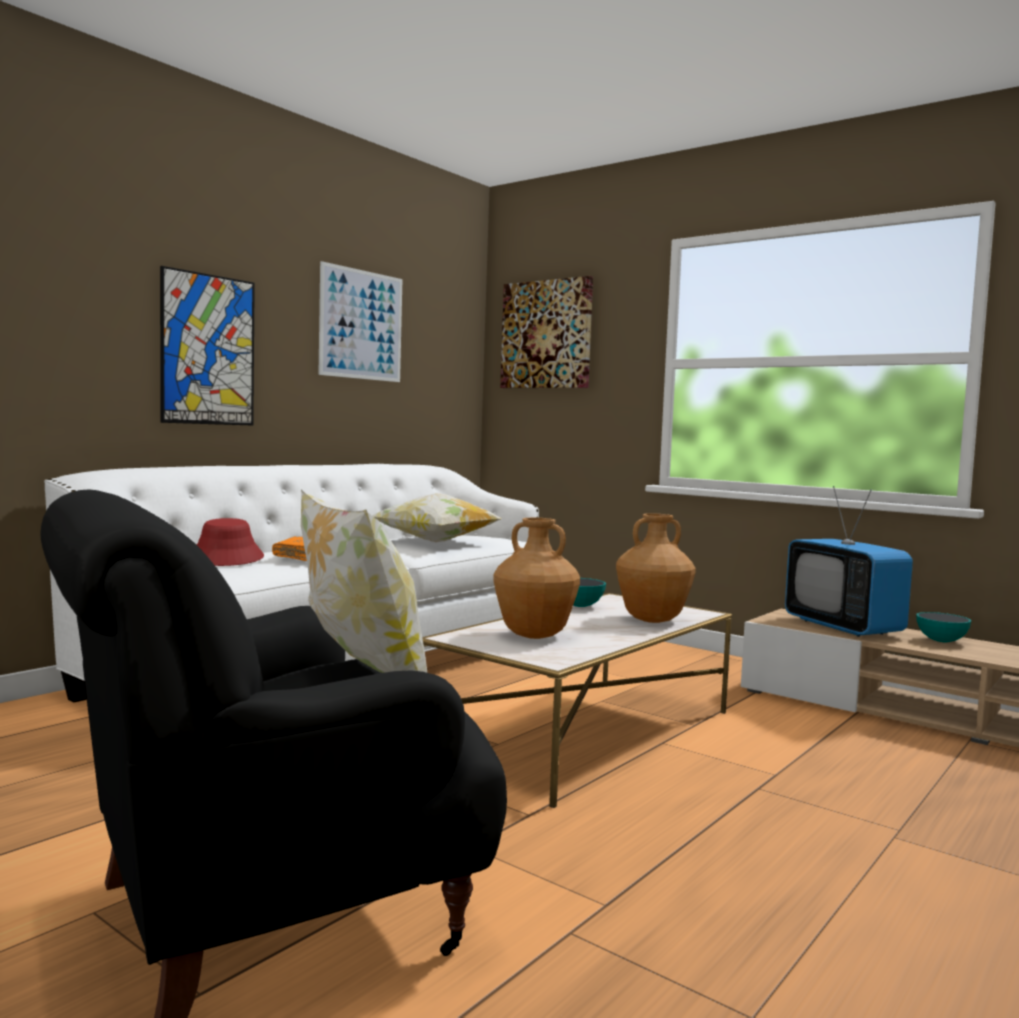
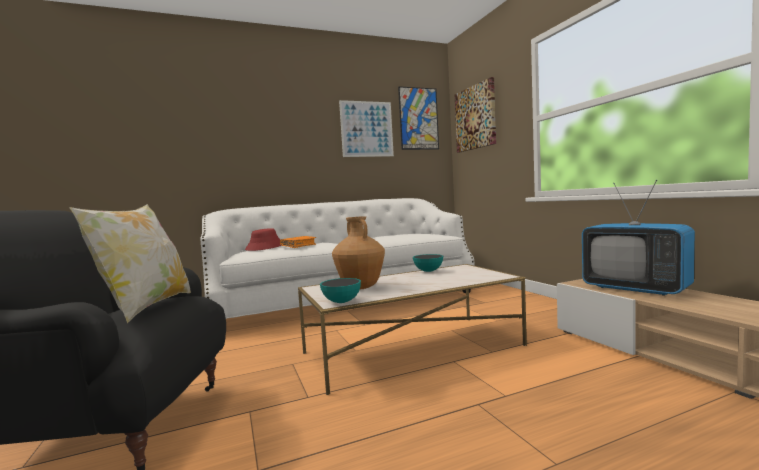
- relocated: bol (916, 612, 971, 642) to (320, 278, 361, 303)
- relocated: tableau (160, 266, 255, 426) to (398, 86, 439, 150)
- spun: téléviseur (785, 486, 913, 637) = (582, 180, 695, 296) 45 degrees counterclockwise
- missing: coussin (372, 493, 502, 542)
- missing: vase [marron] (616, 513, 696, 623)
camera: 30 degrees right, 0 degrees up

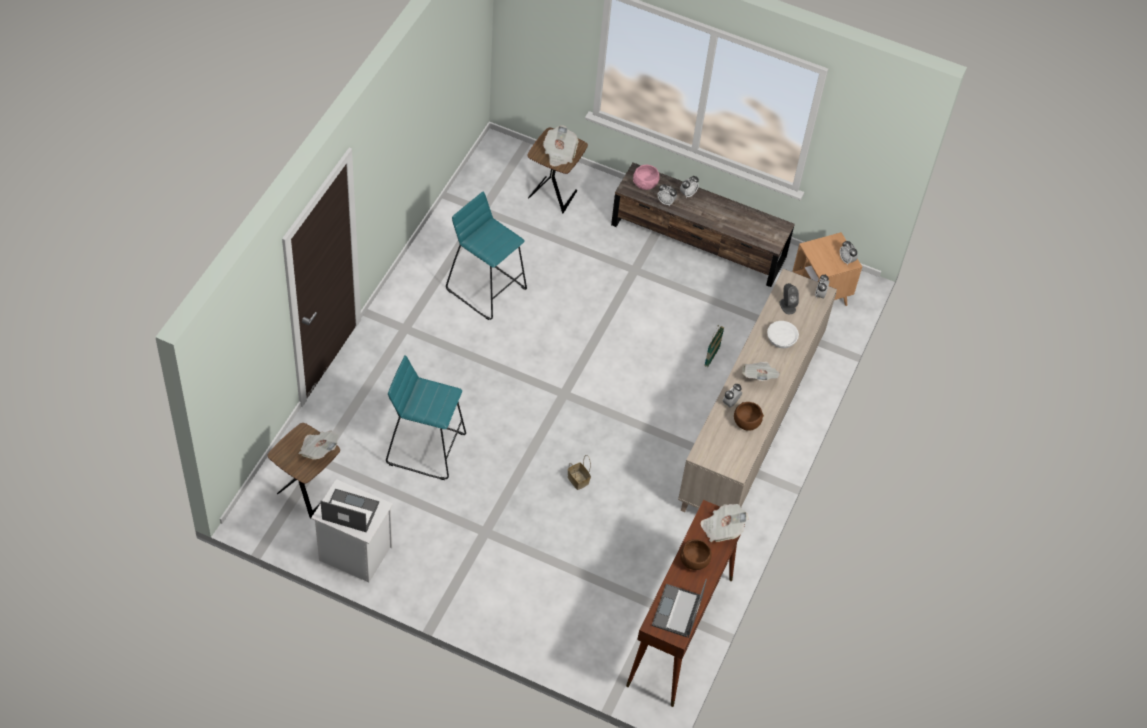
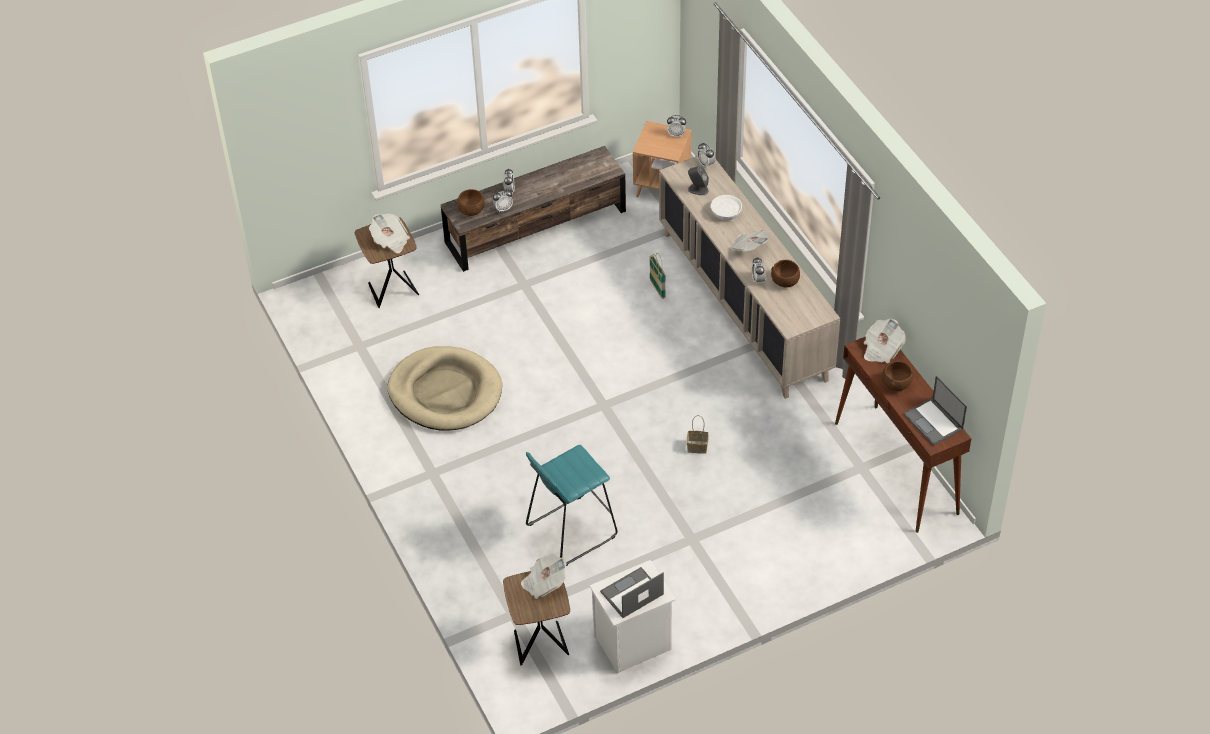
- exchanged: tabouret [turquoise] (446, 192, 527, 320) to panier pour chien [beige] (387, 346, 502, 431)
- colour: bol [rose] (633, 165, 660, 190) to bol [marron] (457, 189, 484, 216)
camera: 45 degrees left, 5 degrees down

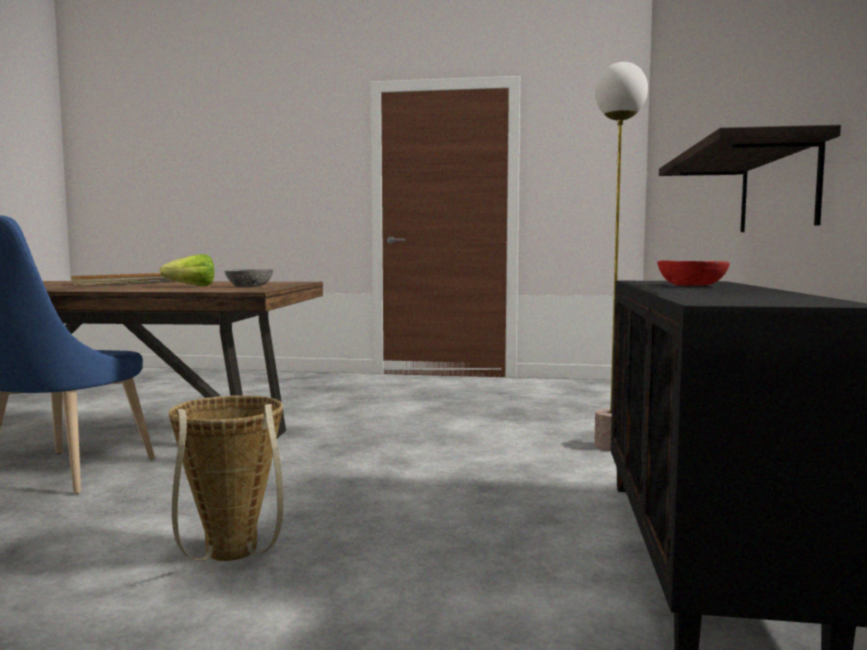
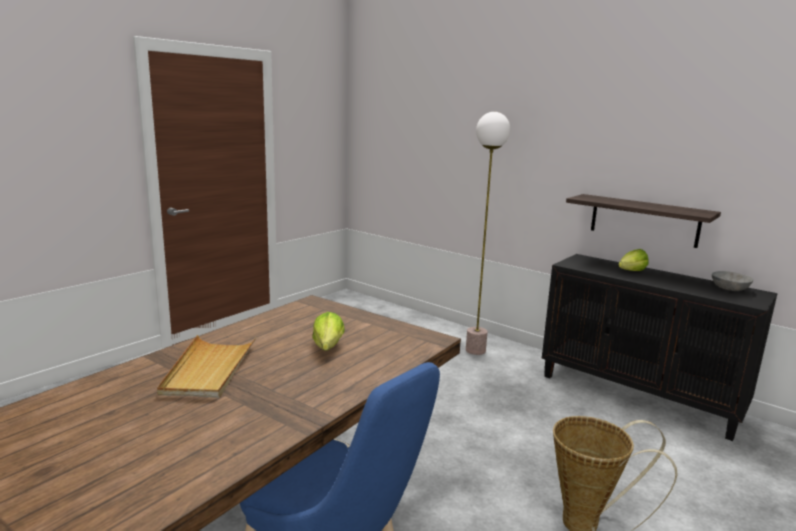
- exchanged: bol [rouge] (657, 261, 730, 286) to laitue (619, 249, 649, 271)
- relocated: bol [gris] (224, 269, 273, 287) to (712, 271, 753, 291)
camera: 60 degrees left, 10 degrees up

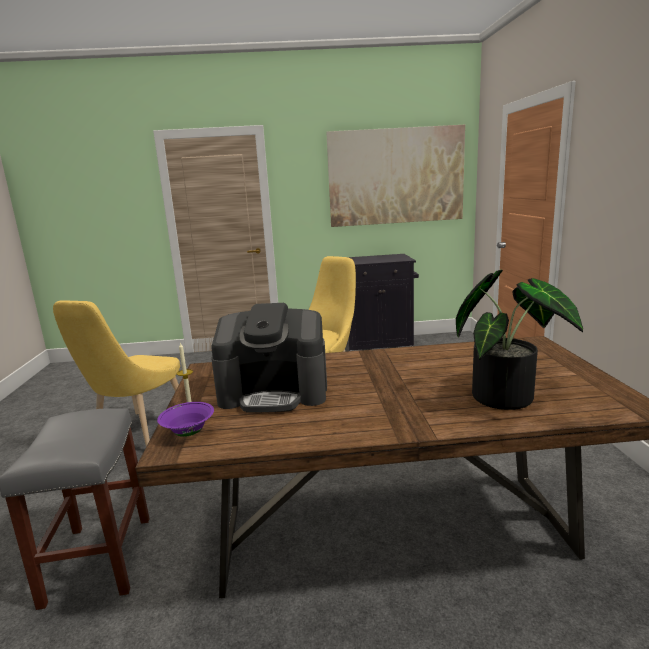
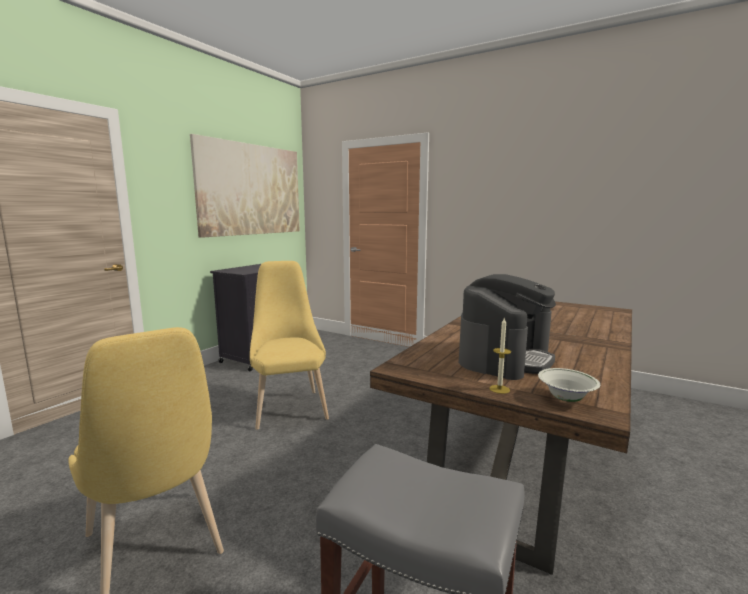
- colour: bol [violet] (157, 402, 214, 437) to bol [blanc] (538, 368, 600, 402)
- missing: plante en pot (456, 270, 583, 410)
camera: 55 degrees left, 5 degrees down

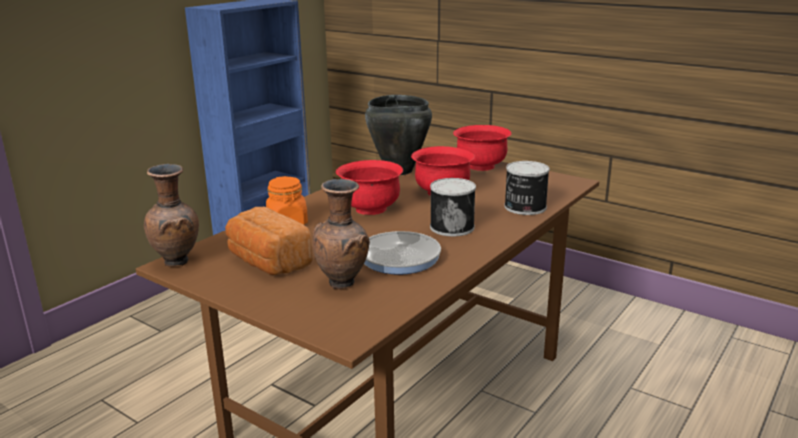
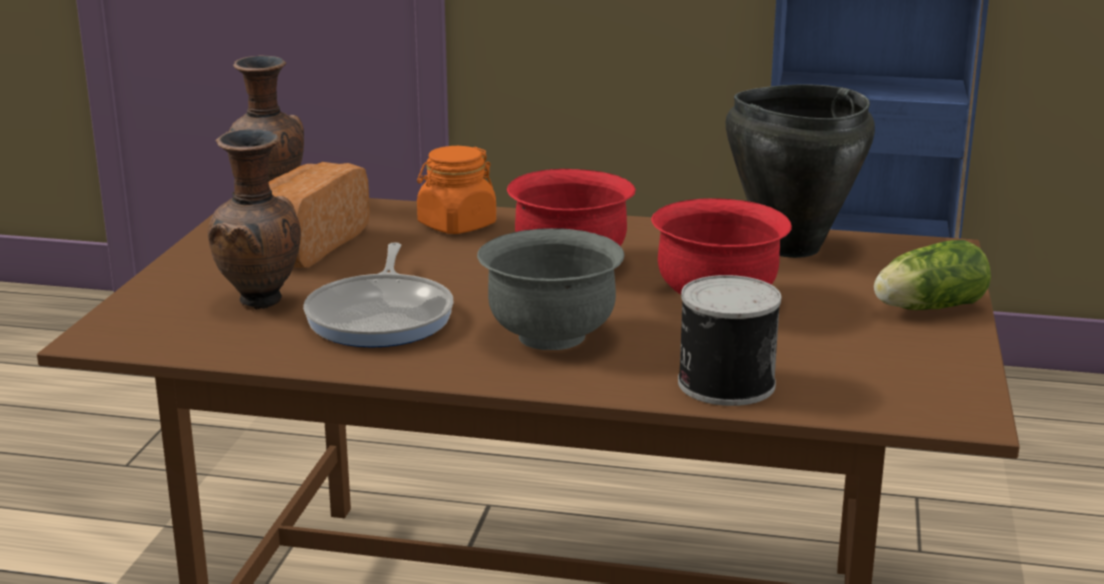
- exchanged: boîte métallique (430, 178, 476, 236) to bol [gris] (477, 228, 624, 350)
- exchanged: bol [rouge] (453, 125, 512, 171) to laitue (874, 240, 991, 310)
camera: 65 degrees right, 0 degrees up

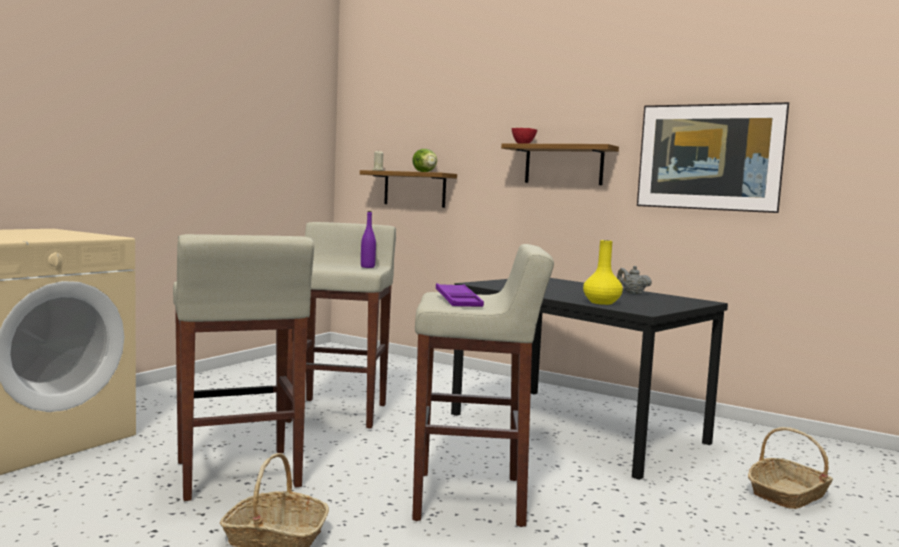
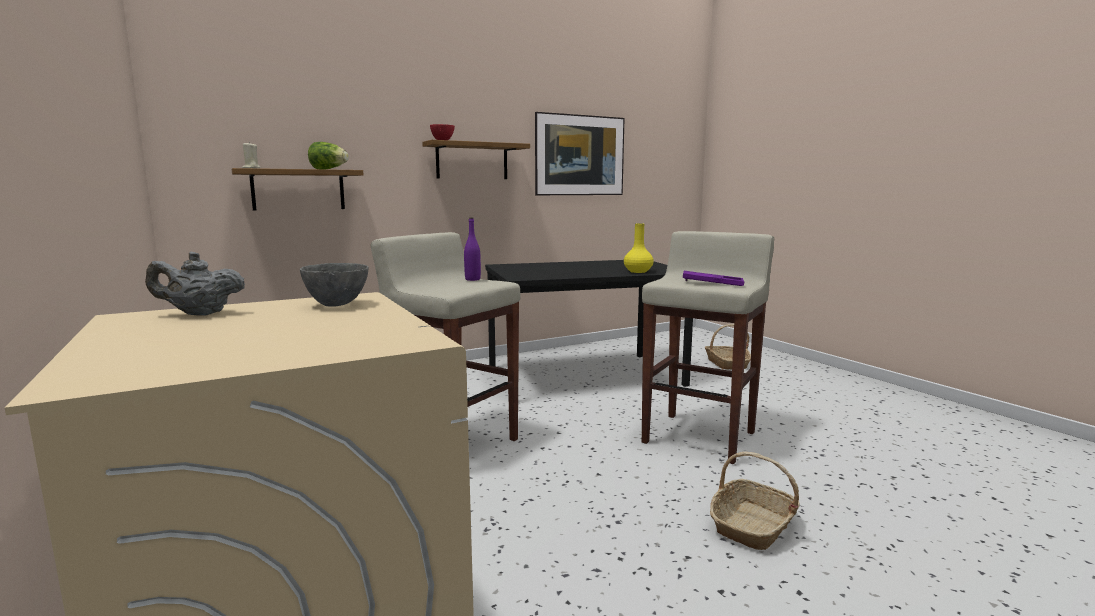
- relocated: théière [gris] (617, 266, 652, 294) to (145, 252, 245, 316)
- appeared: bol [gris] (300, 263, 368, 306)
- missing: tabouret [beige] (173, 234, 314, 501)
camera: 60 degrees left, 5 degrees up

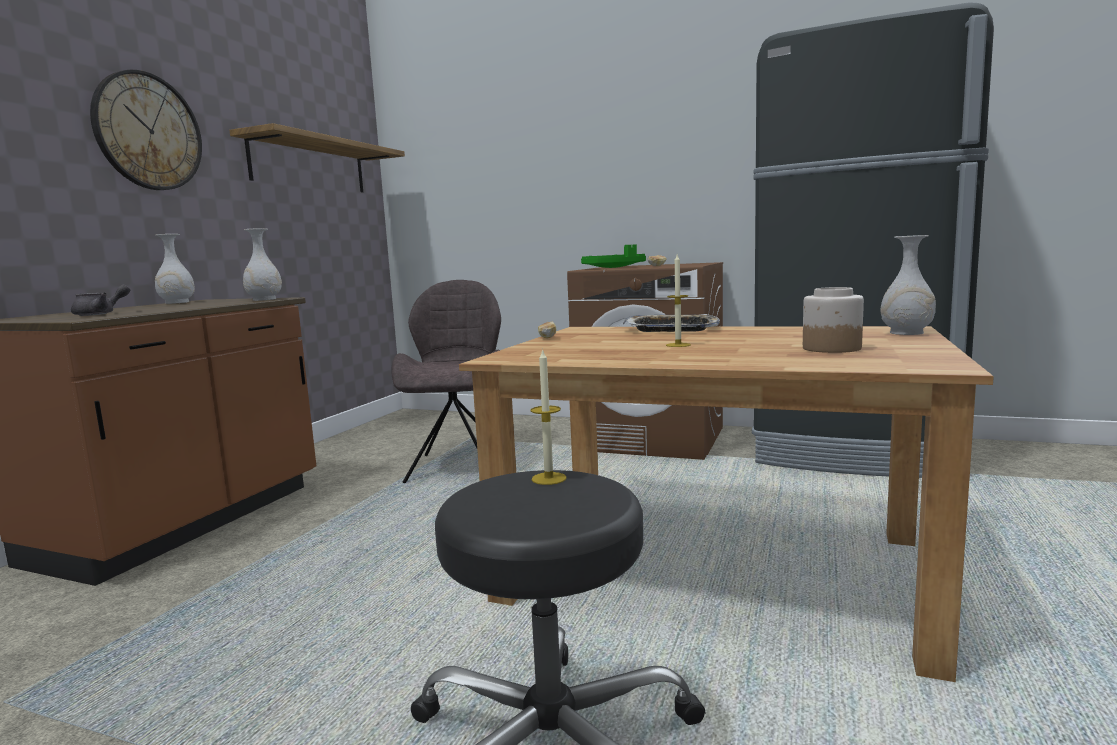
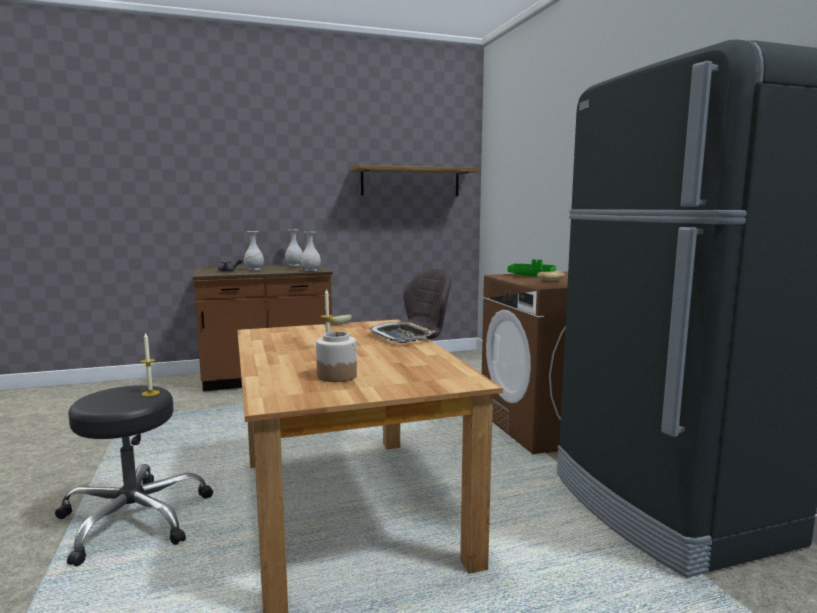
- relocated: vase [blanc] (880, 235, 936, 335) to (244, 231, 264, 270)
- missing: horloge murale (90, 70, 202, 190)
camera: 50 degrees right, 0 degrees up

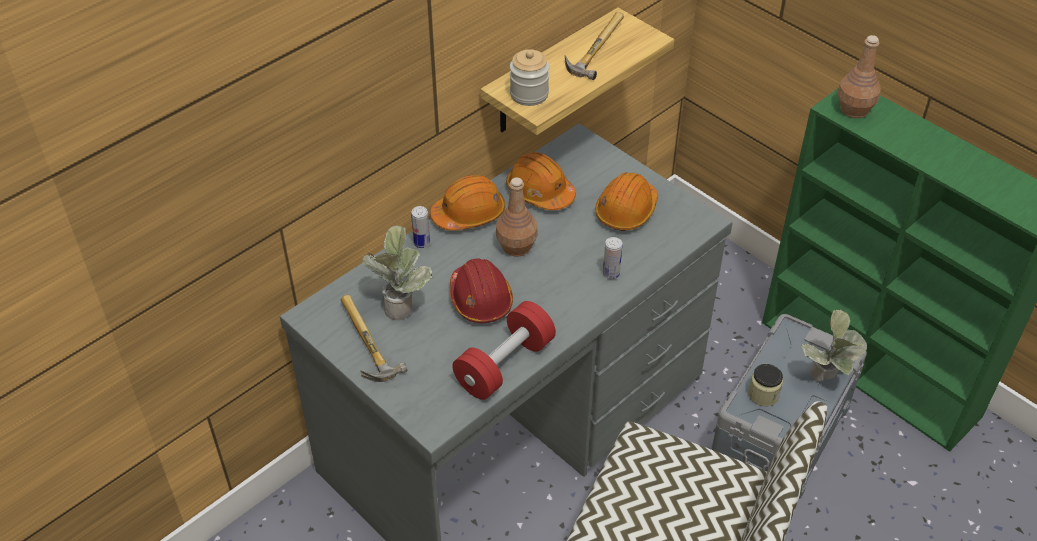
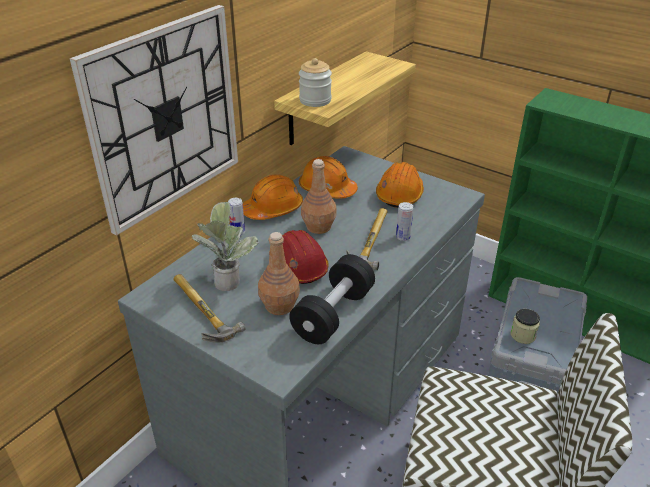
- appeared: horloge murale (70, 5, 238, 235)
- relocated: bouteille [marron] (838, 35, 881, 118) to (258, 232, 300, 315)
- colour: haltère [rouge] (452, 301, 556, 400) to haltère [noir] (289, 254, 375, 344)
- relocated: marteau (565, 12, 624, 80) to (346, 208, 388, 270)
- missing: plante en pot (801, 310, 867, 381)
camera: 10 degrees left, 10 degrees down

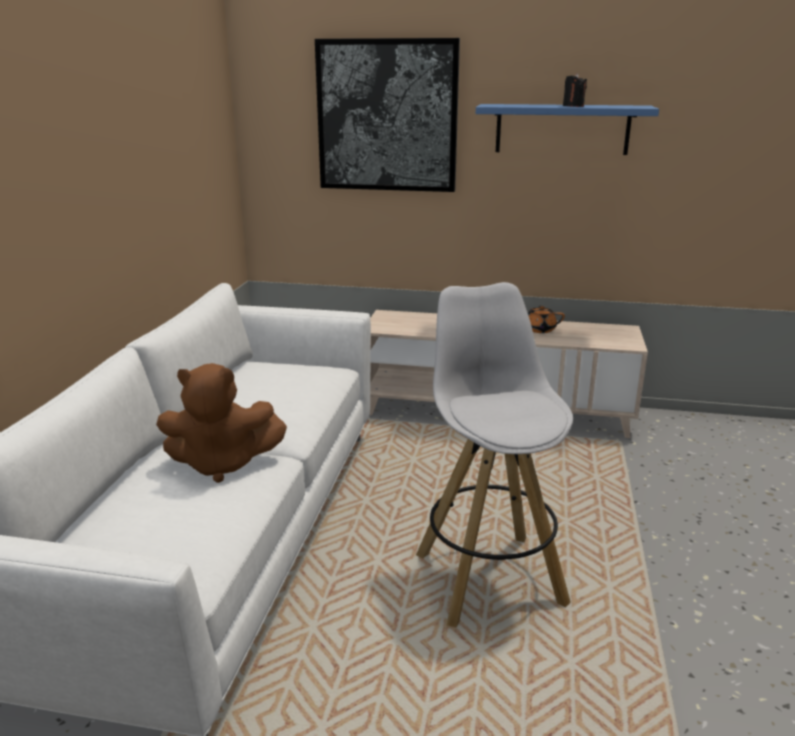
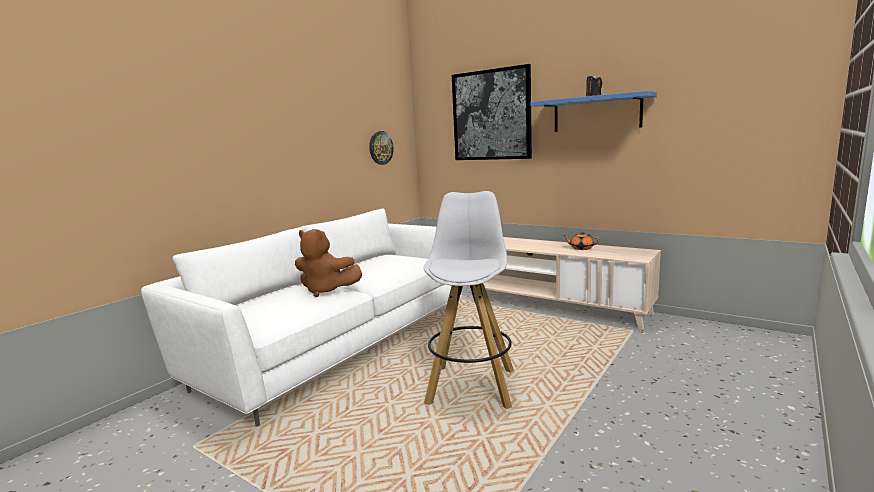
- appeared: horloge murale (369, 131, 394, 165)
camera: 25 degrees right, 10 degrees down

